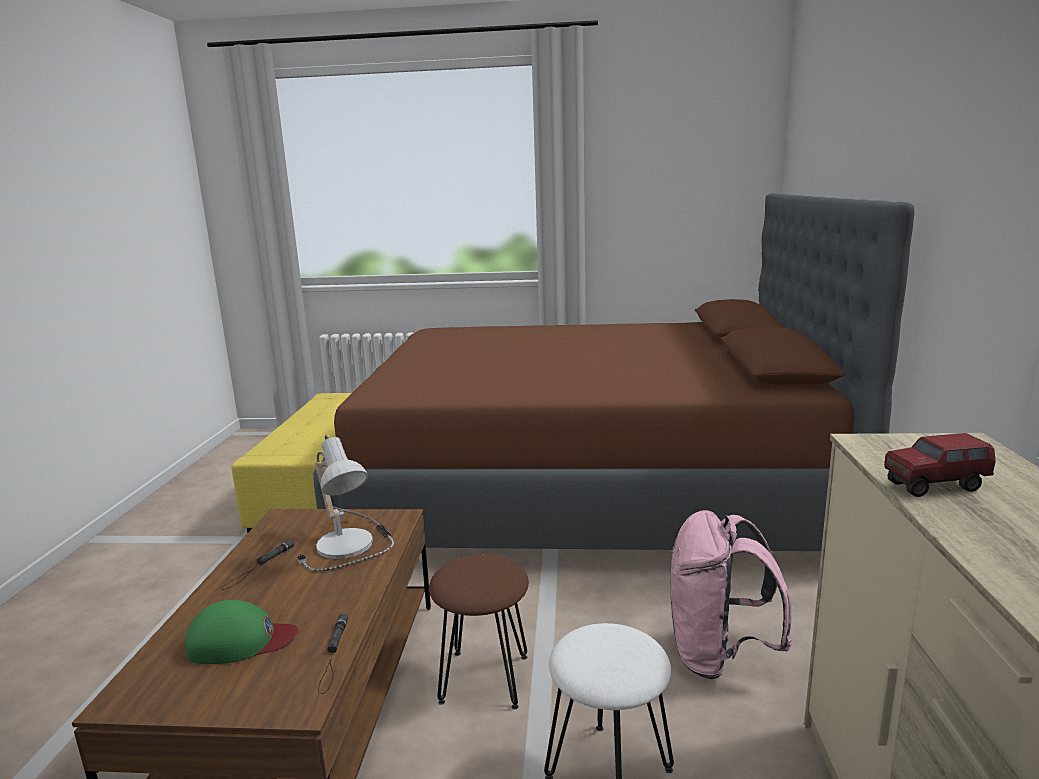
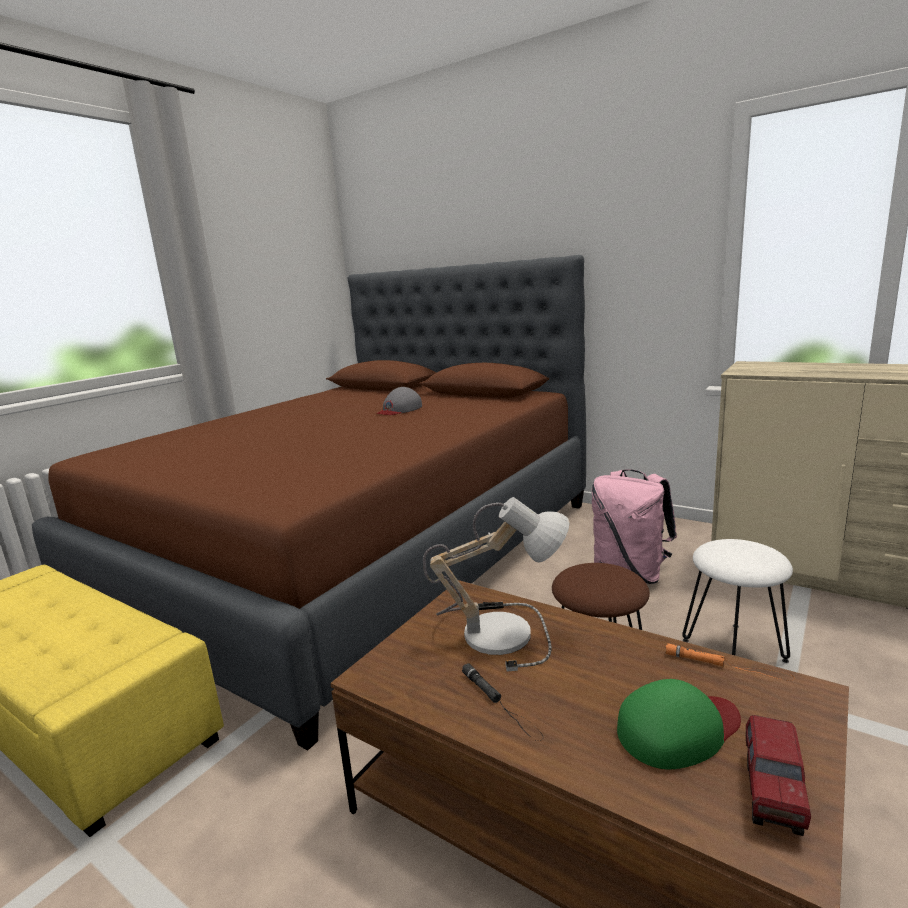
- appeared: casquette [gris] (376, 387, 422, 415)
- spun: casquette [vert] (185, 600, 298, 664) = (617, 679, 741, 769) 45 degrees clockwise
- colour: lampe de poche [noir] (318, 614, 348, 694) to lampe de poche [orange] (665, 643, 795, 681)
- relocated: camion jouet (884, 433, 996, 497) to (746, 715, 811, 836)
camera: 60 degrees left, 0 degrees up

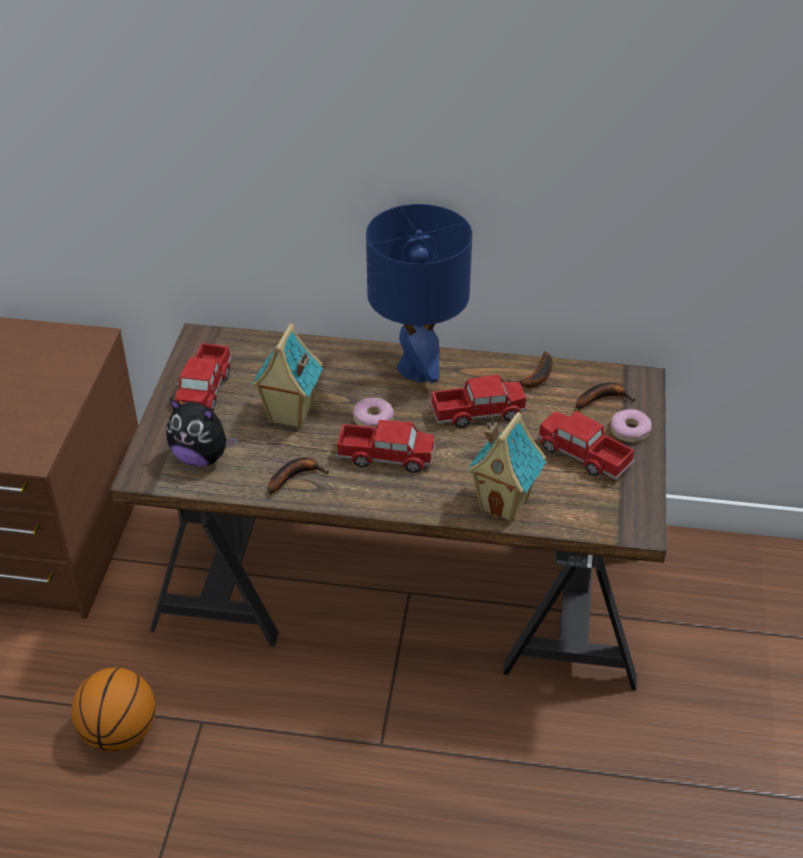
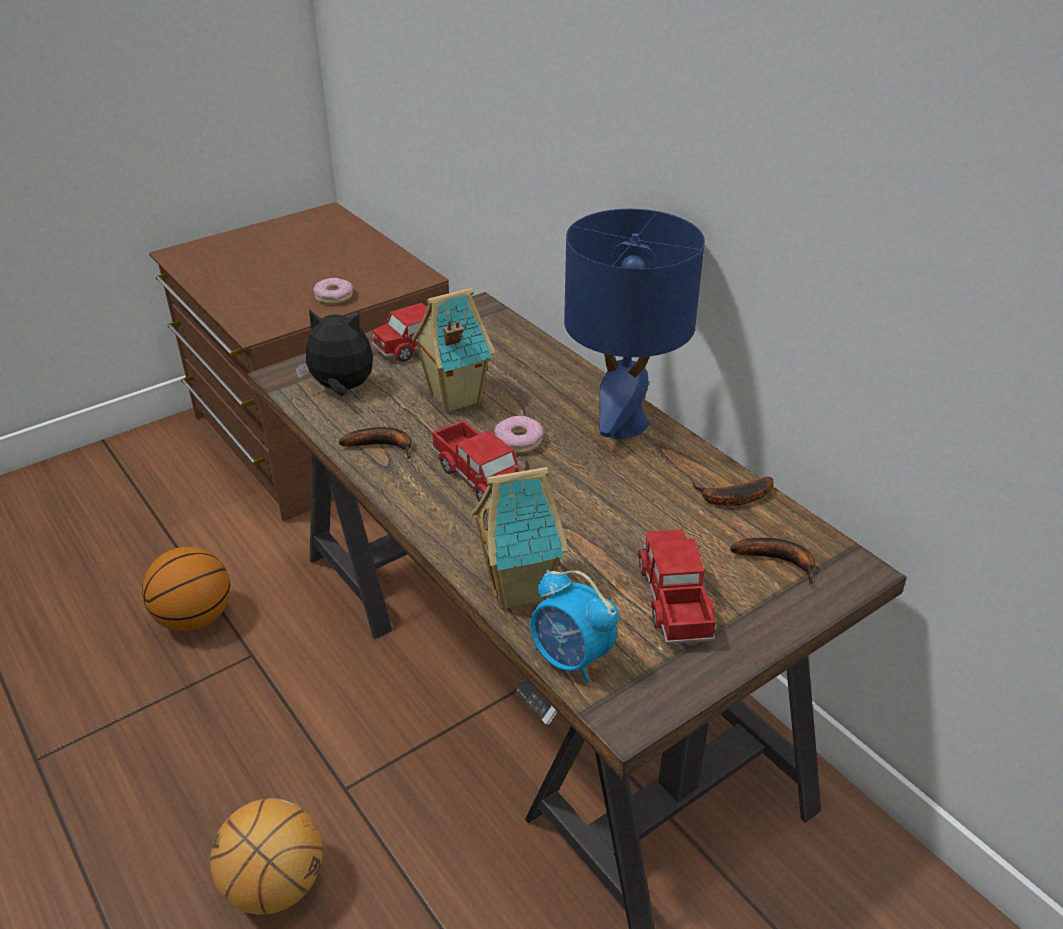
- appeared: ballon de basket (210, 798, 323, 915)
- spun: peluche (166, 398, 237, 467) = (295, 309, 373, 396) 120 degrees clockwise
- relocated: beignet (610, 409, 652, 443) to (313, 278, 353, 304)
- appeared: réveil (530, 569, 619, 683)
- missing: camion jouet (430, 374, 527, 428)
camera: 45 degrees right, 5 degrees down

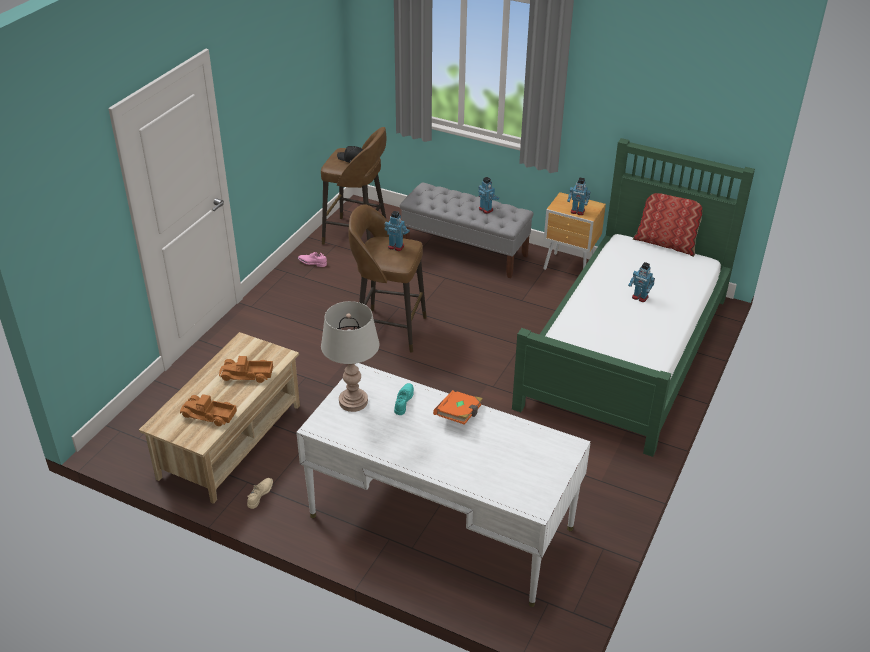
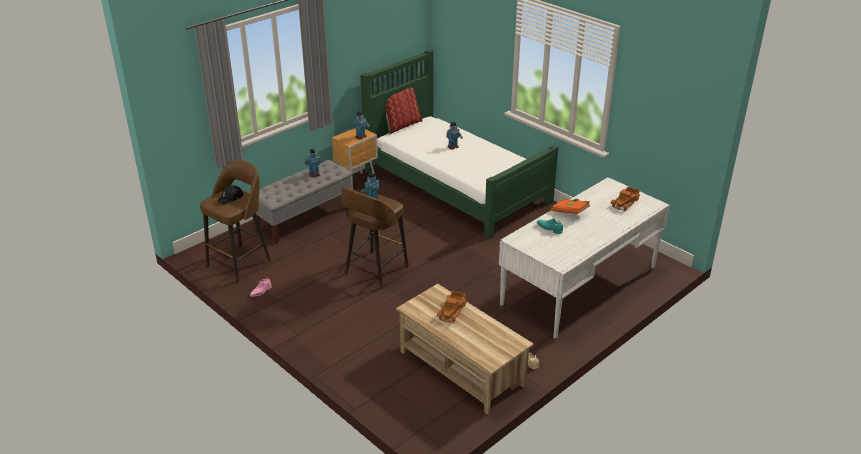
- relocated: camion jouet (180, 394, 237, 426) to (610, 187, 640, 211)
- missing: lampe de table [gris] (321, 301, 380, 412)
camera: 70 degrees left, 5 degrees down

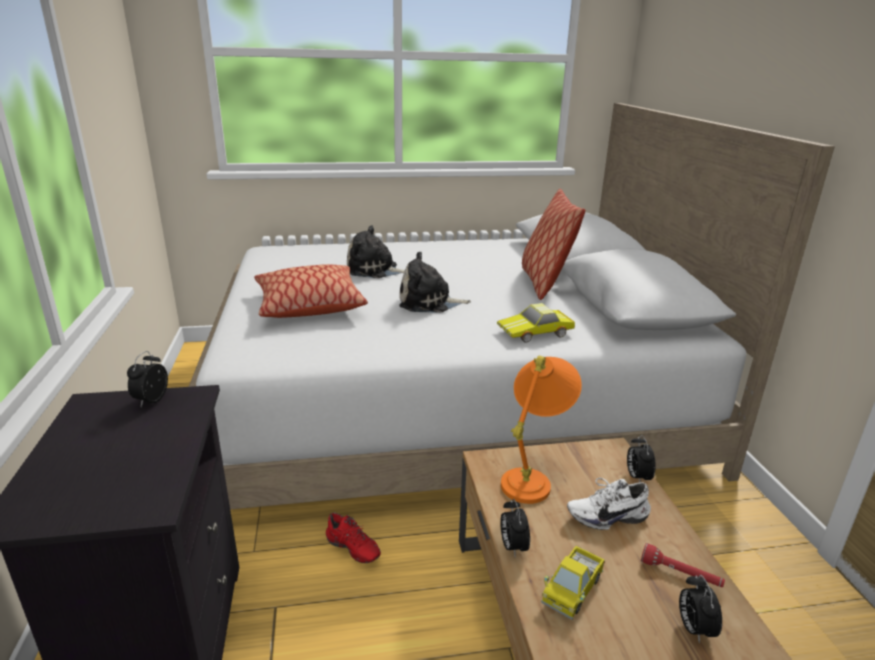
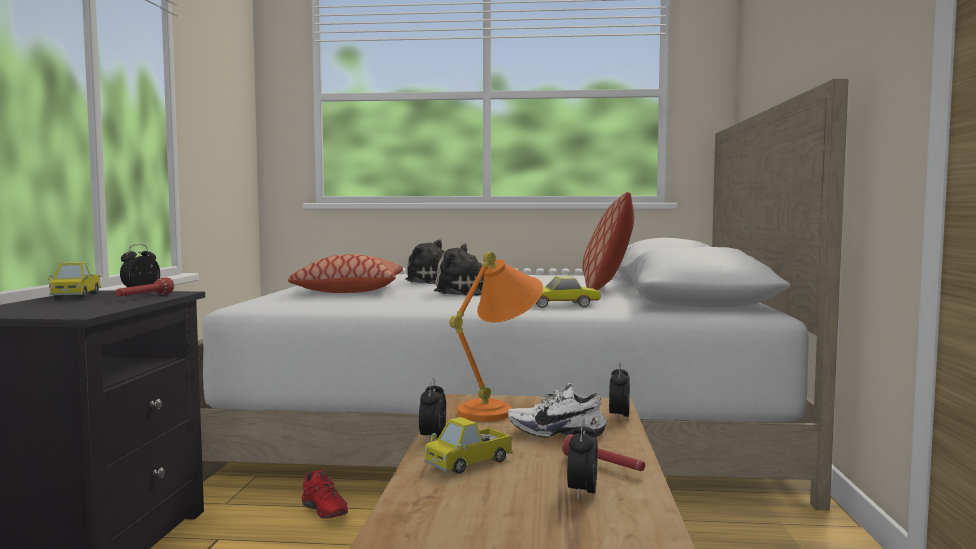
- appeared: camion jouet (48, 262, 101, 299)
- appeared: lampe de poche [rouge] (116, 277, 174, 296)
camera: 15 degrees right, 20 degrees down

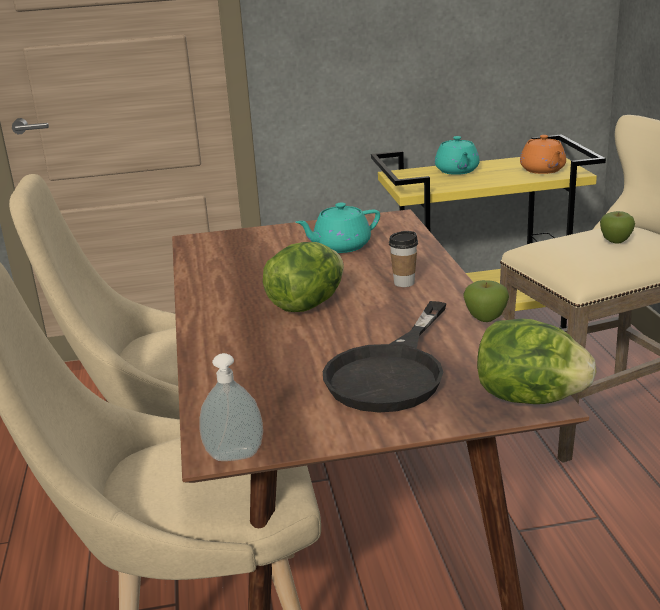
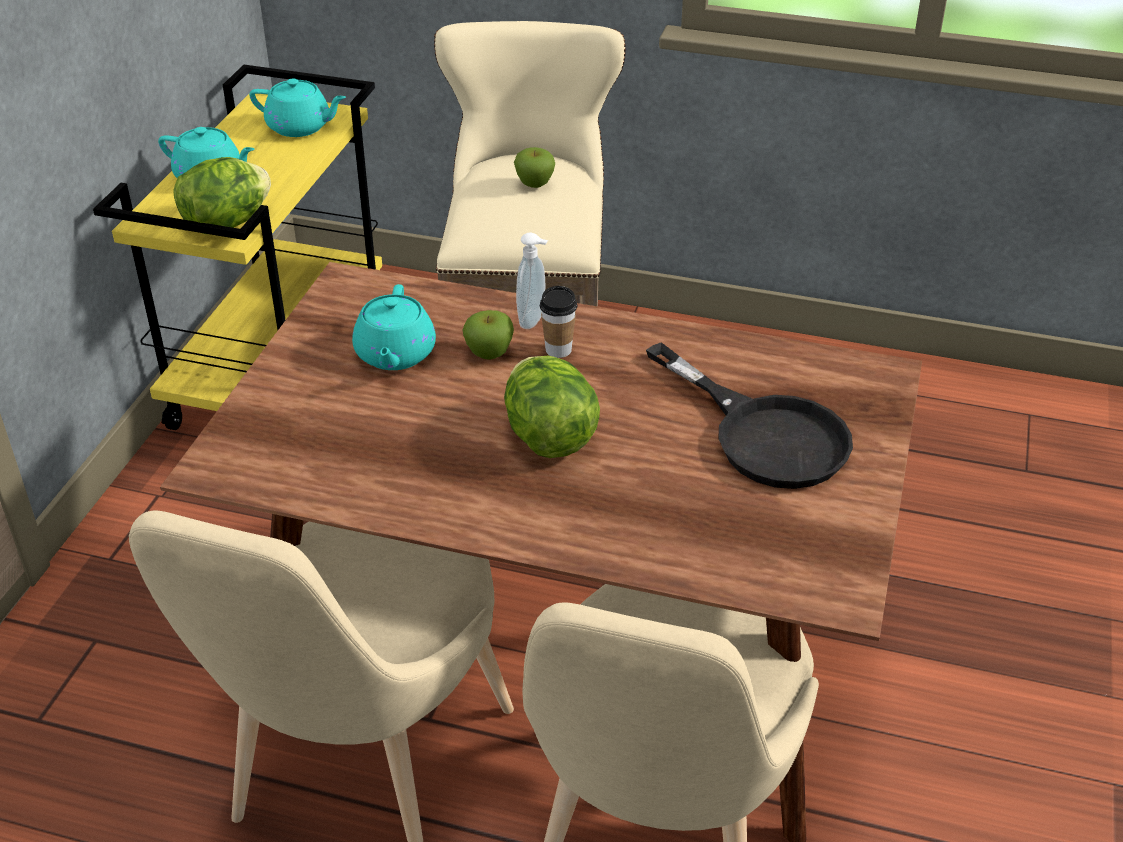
- relocated: laitue (477, 319, 596, 404) to (173, 157, 271, 234)
- colour: théière [orange] (520, 135, 566, 174) to théière [turquoise] (249, 79, 346, 137)
- relocated: pomme (464, 280, 509, 322) to (462, 310, 514, 360)
- relocated: distributeur de savon (199, 353, 263, 461) to (516, 233, 548, 329)
camera: 65 degrees left, 15 degrees up

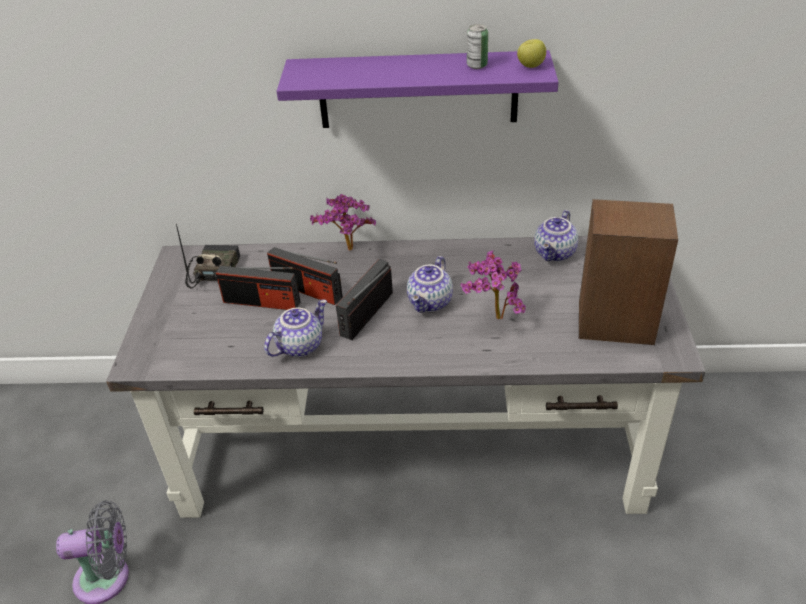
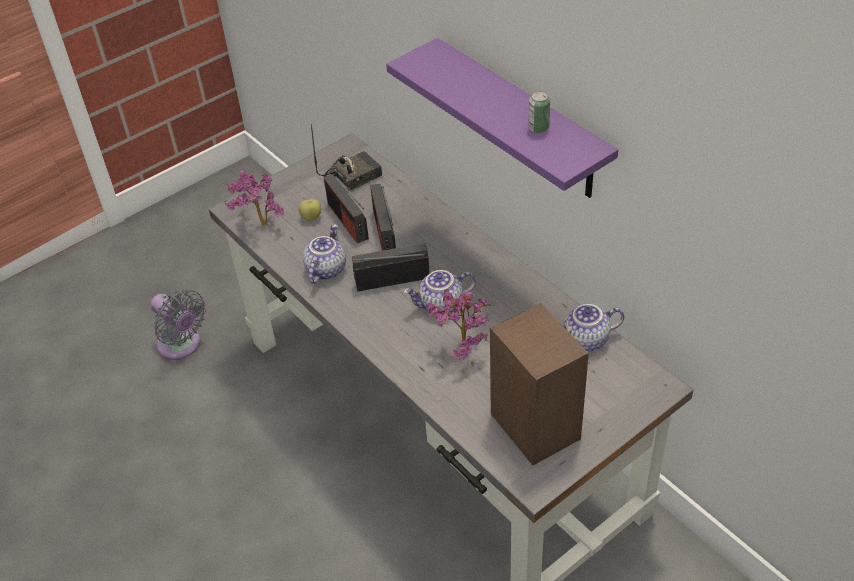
- relocated: plante en pot (310, 194, 376, 251) to (225, 170, 284, 226)
- relocated: pomme (517, 39, 546, 68) to (299, 199, 321, 221)
- spun: théière (264, 299, 327, 357) = (303, 224, 346, 284) 75 degrees counterclockwise
camera: 50 degrees right, 5 degrees up

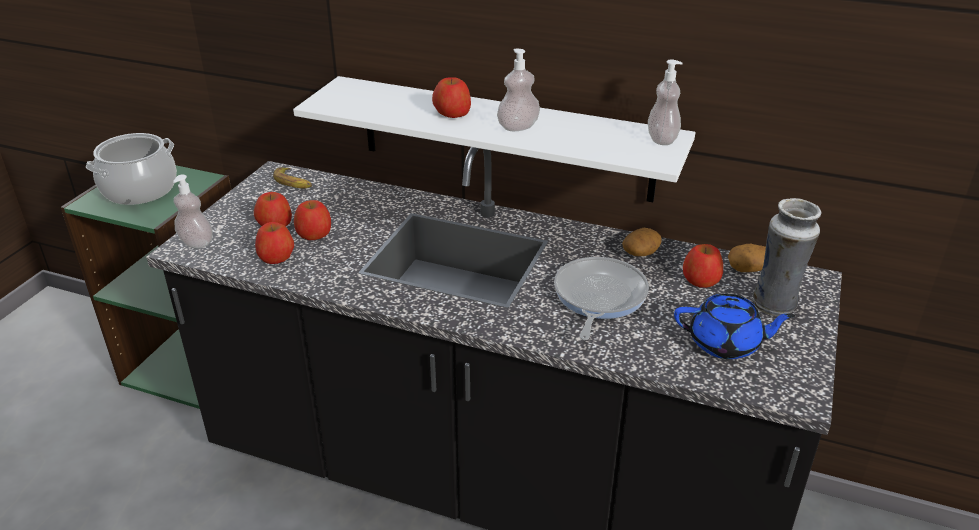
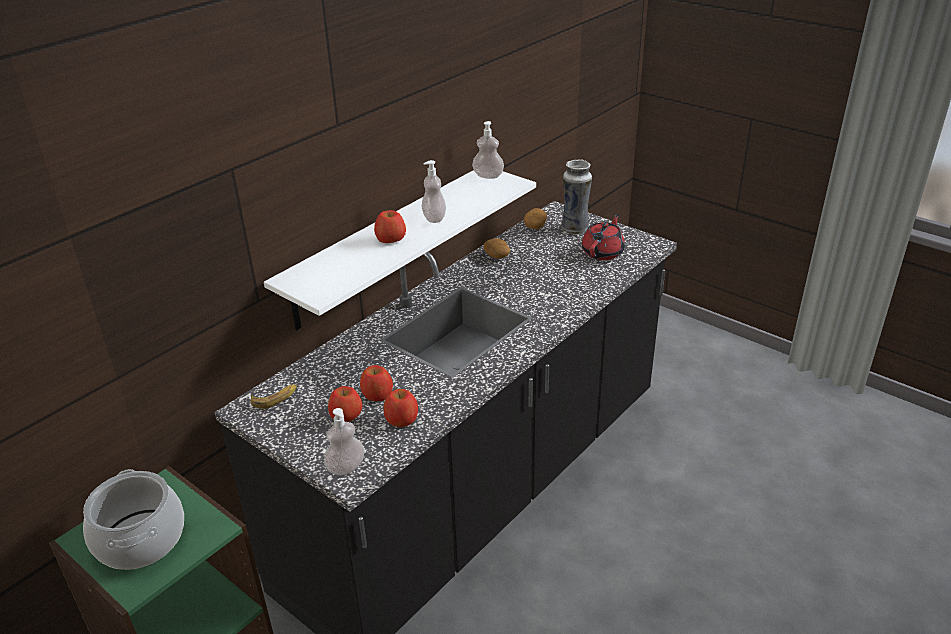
- colour: théière [bleu] (674, 294, 795, 359) to théière [rouge] (582, 214, 625, 260)
- missing: poêle (554, 257, 649, 340)
- missing: pomme (683, 244, 723, 288)
camera: 70 degrees left, 0 degrees up

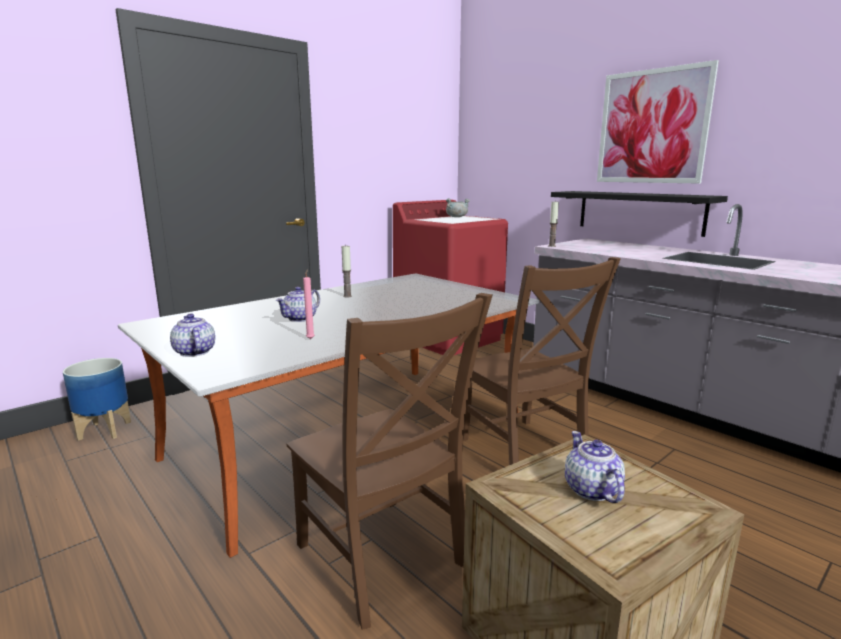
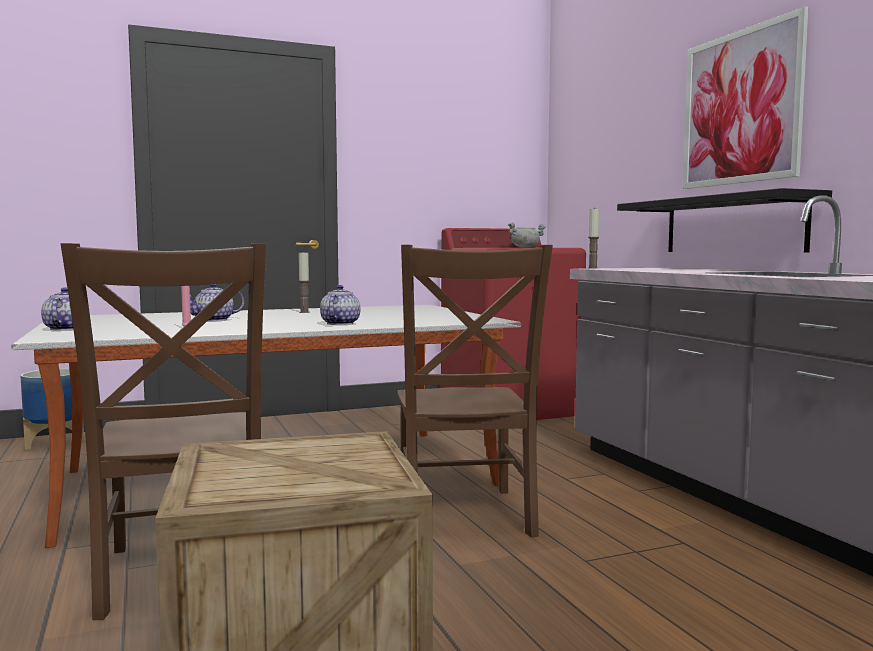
- relocated: théière (565, 431, 625, 503) to (320, 285, 360, 325)
camera: 20 degrees right, 10 degrees down

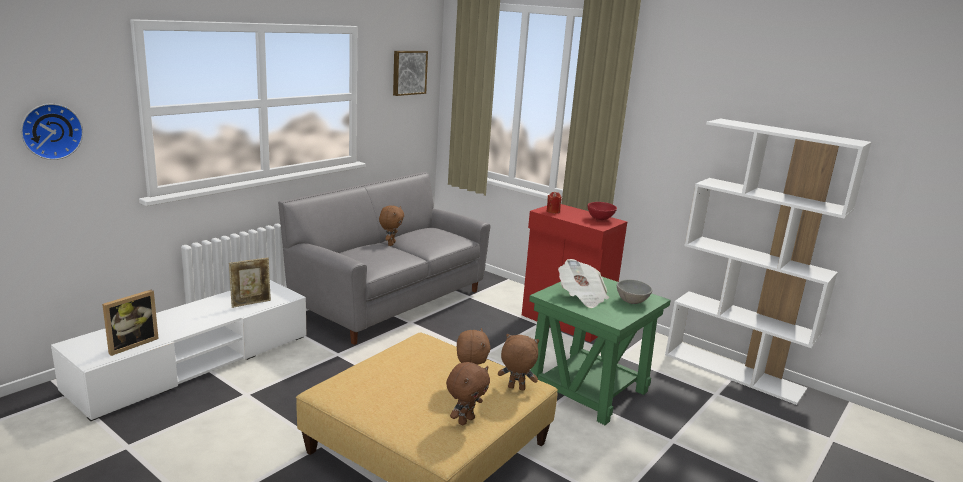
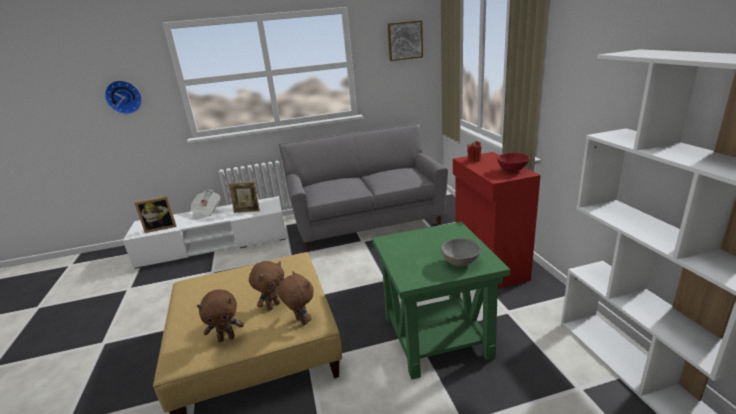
- relocated: journal (558, 259, 609, 308) to (190, 190, 220, 220)
- missing: peluche [marron] (379, 206, 404, 246)
camera: 40 degrees right, 5 degrees up

